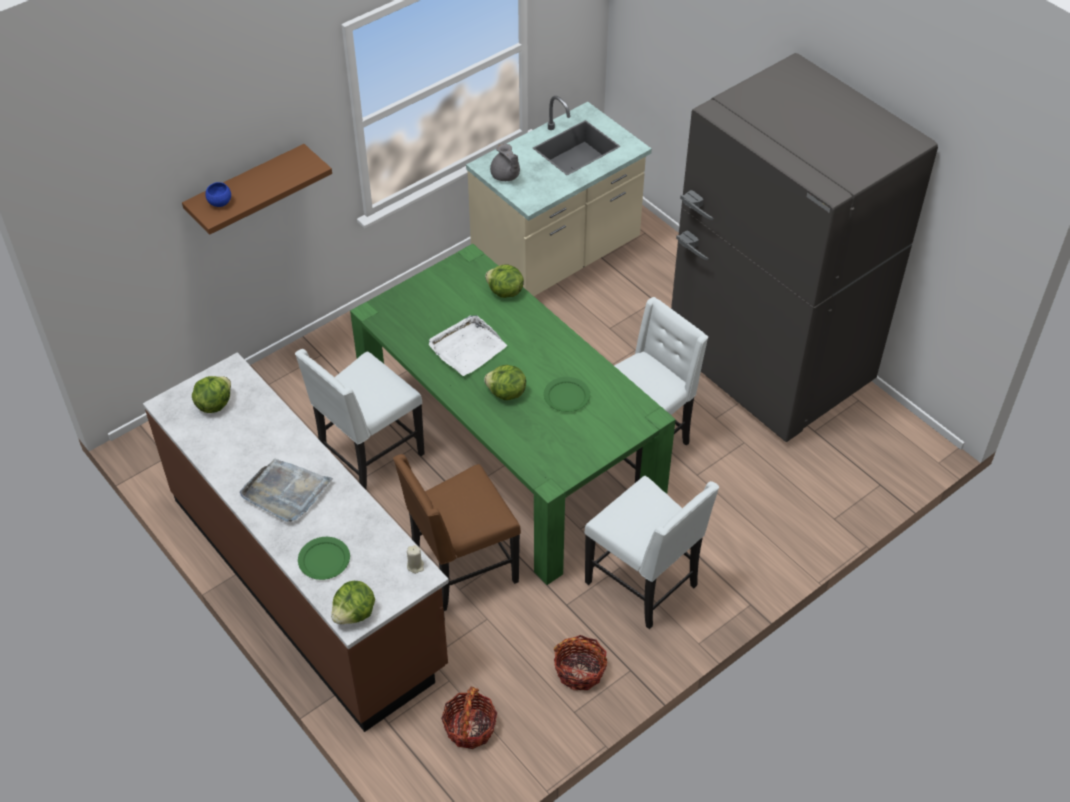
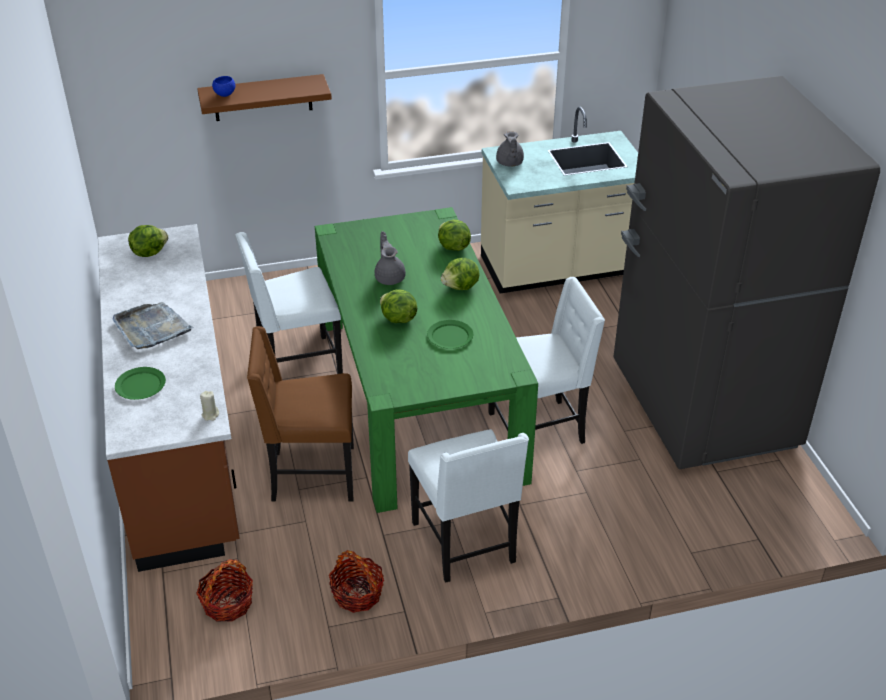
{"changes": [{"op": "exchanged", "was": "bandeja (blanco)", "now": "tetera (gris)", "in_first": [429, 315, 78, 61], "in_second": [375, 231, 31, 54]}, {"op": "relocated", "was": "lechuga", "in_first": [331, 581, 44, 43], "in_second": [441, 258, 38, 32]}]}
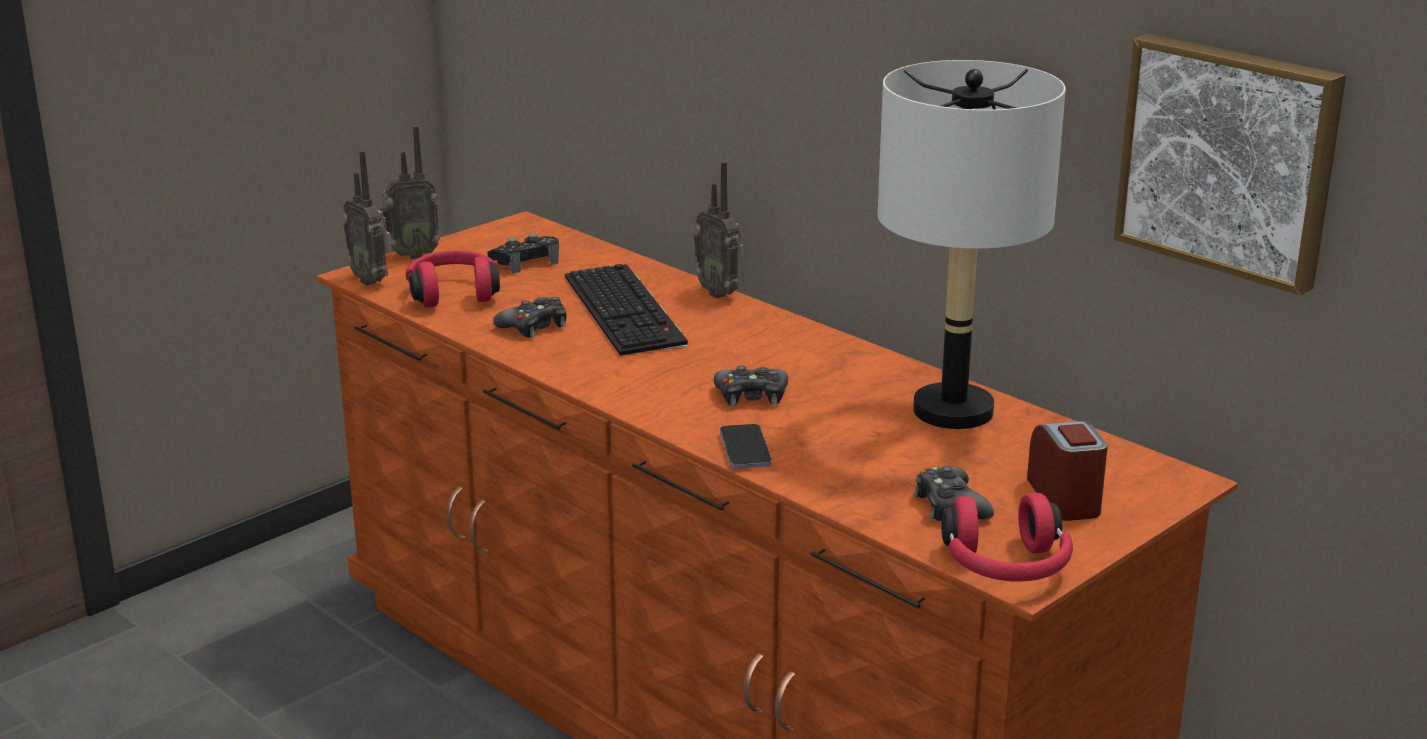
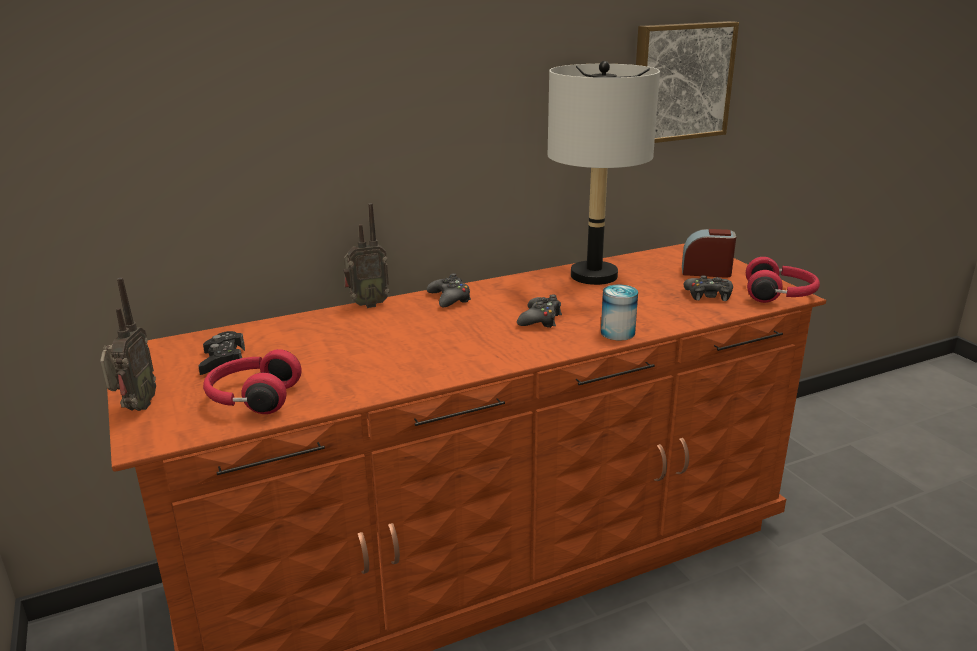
{"changes": [{"op": "missing", "was": "radio", "in_first": [343, 150, 49, 135]}, {"op": "missing", "was": "teclado", "in_first": [565, 264, 123, 92]}, {"op": "relocated", "was": "mando de consola (negro)", "in_first": [493, 297, 73, 41], "in_second": [427, 273, 44, 35]}, {"op": "exchanged", "was": "móvil", "now": "lata", "in_first": [720, 424, 52, 44], "in_second": [601, 285, 37, 55]}]}
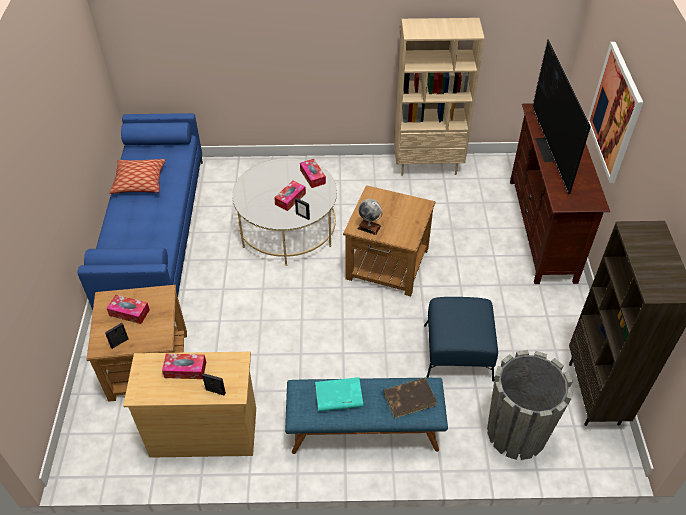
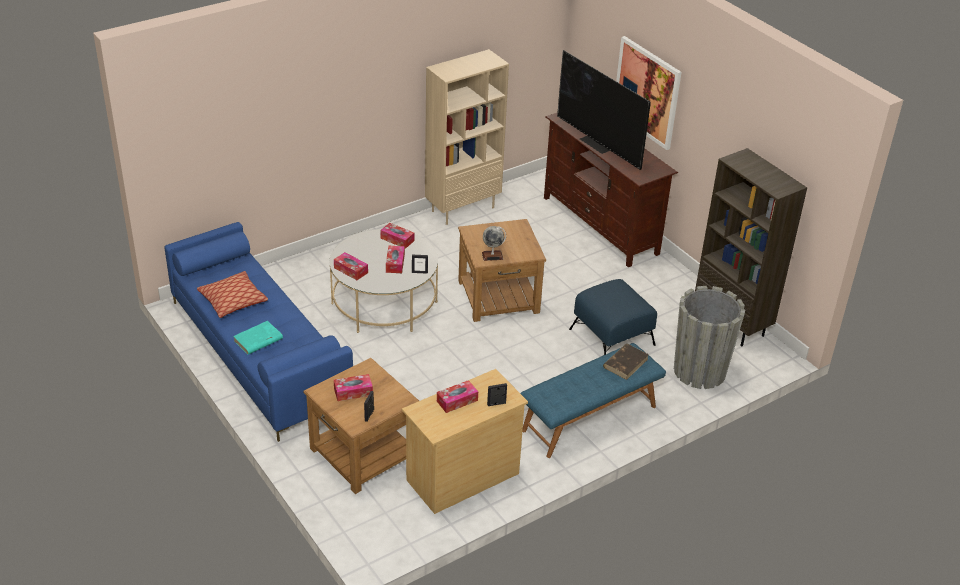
{"changes": [{"op": "relocated", "was": "libro (turquesa)", "in_first": [315, 377, 48, 35], "in_second": [233, 321, 50, 34]}, {"op": "appeared", "now": "caja de pañuelos", "in_second": [334, 252, 34, 28]}]}
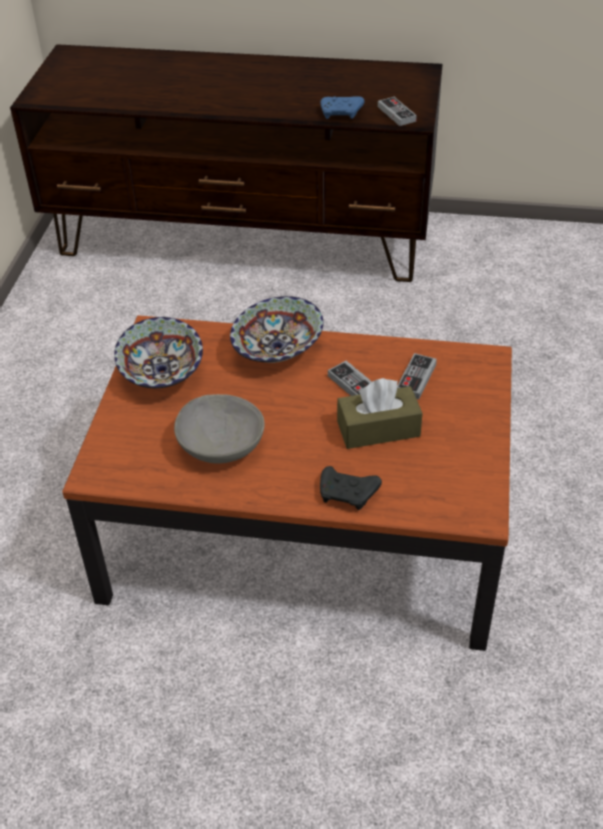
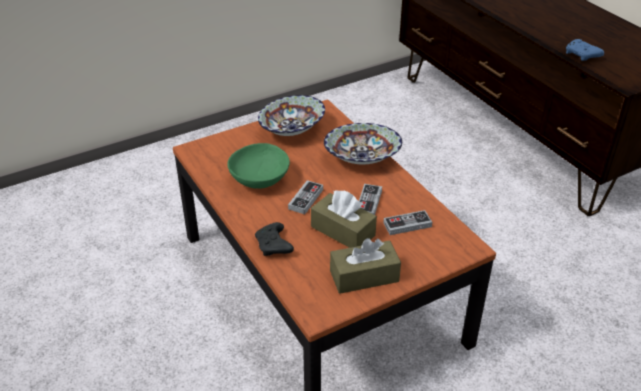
{"changes": [{"op": "relocated", "was": "mando de consola", "in_first": [378, 97, 39, 29], "in_second": [288, 180, 35, 34]}, {"op": "colour", "was": "cuenco (gris)", "now": "cuenco (verde)", "in_first": [174, 394, 91, 70], "in_second": [227, 143, 63, 46]}, {"op": "appeared", "now": "caja de pañuelos (marrón)", "in_second": [330, 238, 71, 56]}]}
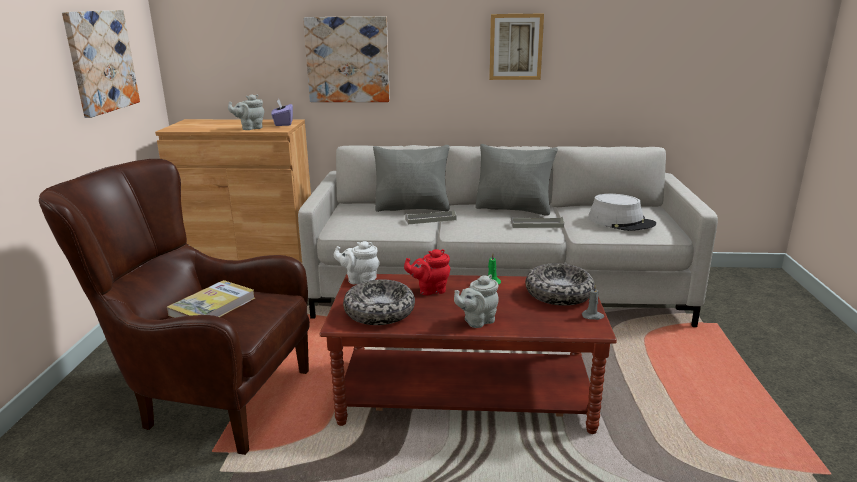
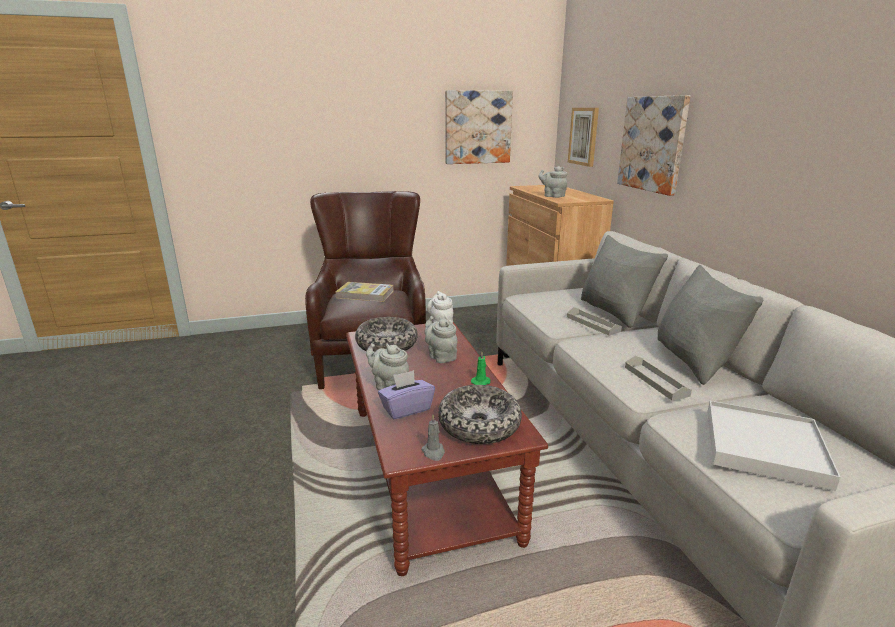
{"changes": [{"op": "relocated", "was": "cuadro", "in_first": [489, 14, 55, 66], "in_second": [568, 108, 31, 59]}, {"op": "relocated", "was": "caja de pañuelos (morado)", "in_first": [271, 99, 22, 27], "in_second": [378, 370, 57, 50]}, {"op": "exchanged", "was": "sombrero (gris)", "now": "bandeja (blanco)", "in_first": [588, 194, 68, 37], "in_second": [707, 401, 134, 90]}, {"op": "colour", "was": "tetera (rojo)", "now": "tetera (gris)", "in_first": [404, 249, 46, 46], "in_second": [424, 316, 34, 47]}]}
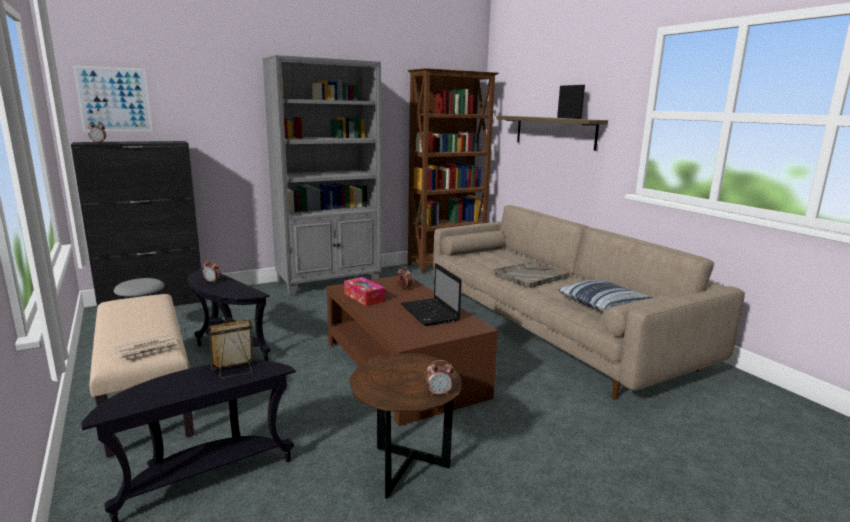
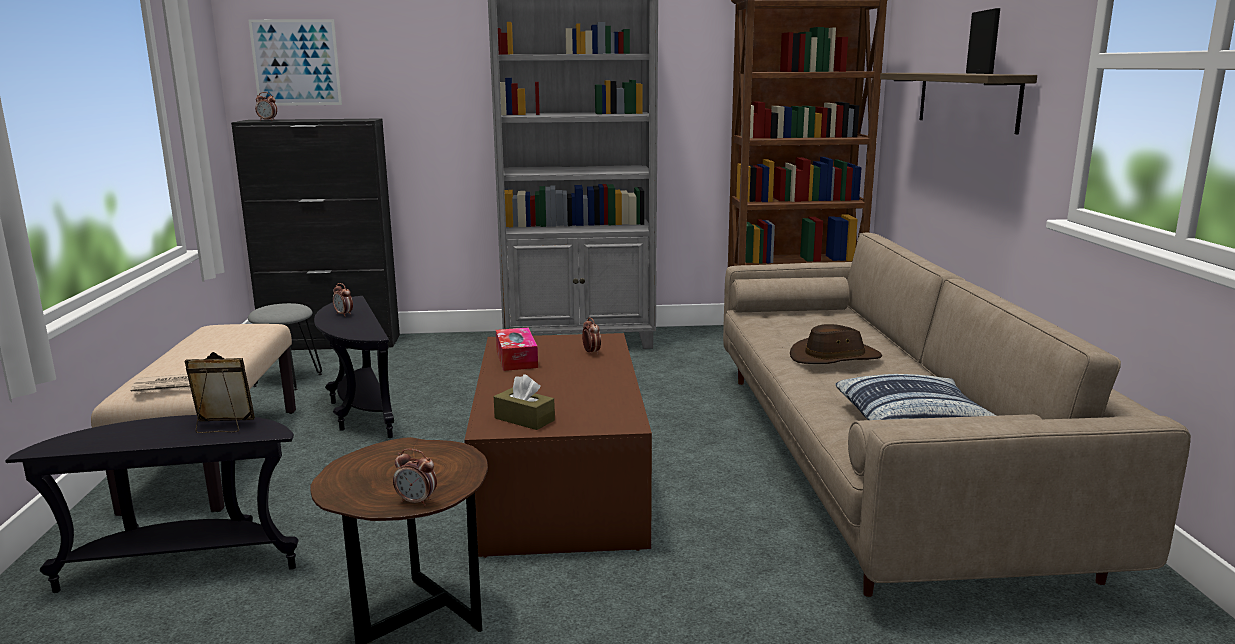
{"changes": [{"op": "exchanged", "was": "bandeja (gris)", "now": "sombrero (marrón)", "in_first": [492, 261, 78, 27], "in_second": [790, 324, 92, 40]}, {"op": "missing", "was": "portátil", "in_first": [401, 263, 61, 63]}, {"op": "appeared", "now": "caja de pañuelos (marrón)", "in_second": [494, 374, 61, 56]}]}
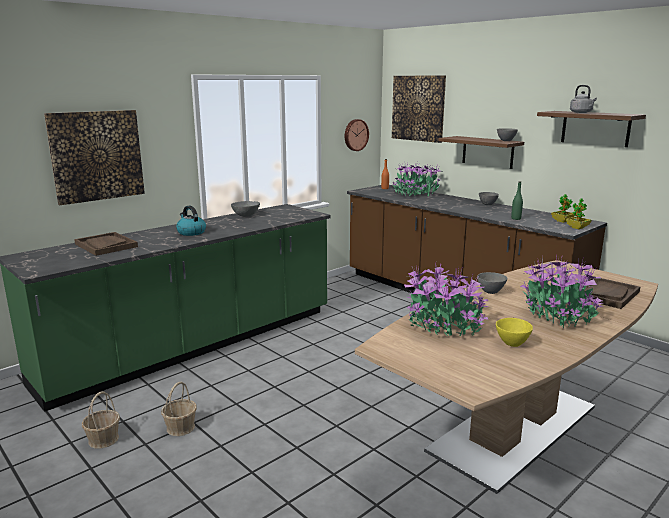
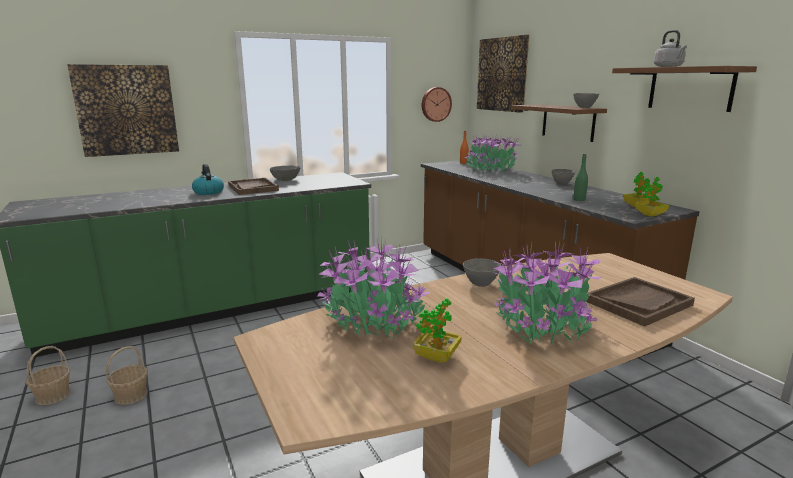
{"changes": [{"op": "relocated", "was": "bandeja (marrón)", "in_first": [74, 232, 64, 24], "in_second": [228, 178, 51, 17]}, {"op": "exchanged", "was": "cuenco (amarillo)", "now": "planta en maceta", "in_first": [496, 318, 37, 29], "in_second": [413, 298, 48, 65]}]}
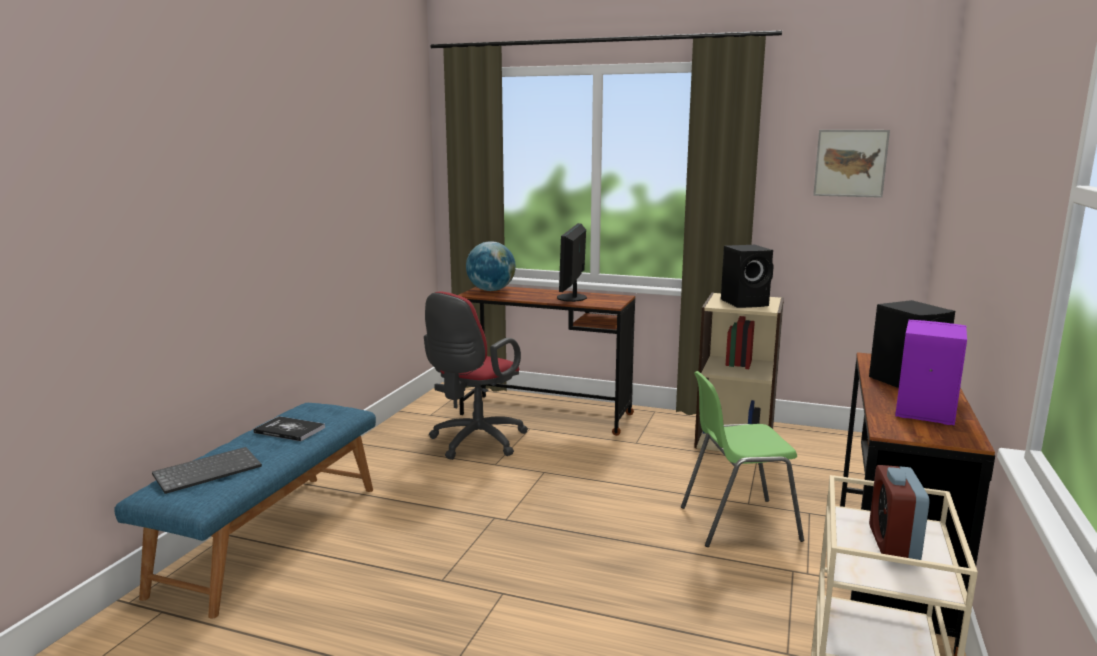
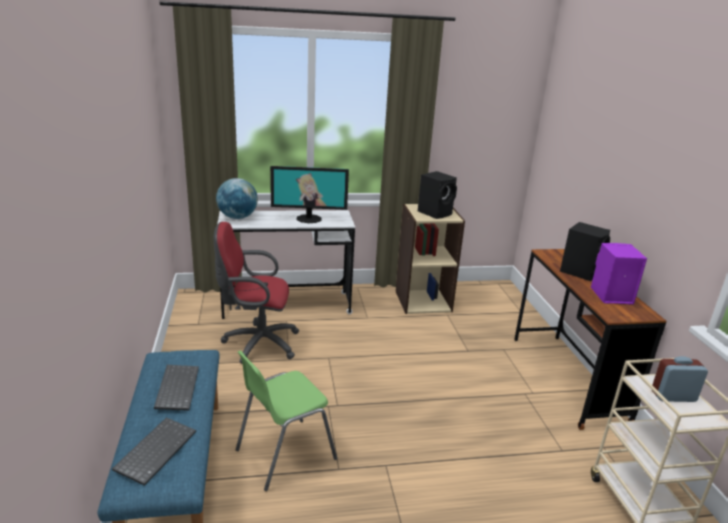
{"changes": [{"op": "missing", "was": "cuadro", "in_first": [813, 130, 77, 68]}, {"op": "spun", "was": "monitor", "in_first": [557, 223, 30, 79], "in_second": [270, 166, 79, 57], "clockwise": -75}, {"op": "colour", "was": "escritorio (marrón)", "now": "escritorio (blanco)", "in_first": [458, 286, 177, 150], "in_second": [217, 210, 138, 109]}, {"op": "spun", "was": "silla de oficina (rojo)", "in_first": [424, 292, 104, 168], "in_second": [214, 222, 85, 142], "clockwise": 90}, {"op": "relocated", "was": "silla (verde)", "in_first": [681, 371, 123, 176], "in_second": [236, 351, 101, 140]}, {"op": "exchanged", "was": "libro", "now": "teclado", "in_first": [253, 416, 72, 25], "in_second": [154, 365, 45, 46]}, {"op": "spun", "was": "despertador", "in_first": [869, 465, 61, 95], "in_second": [652, 356, 56, 46], "clockwise": 105}]}
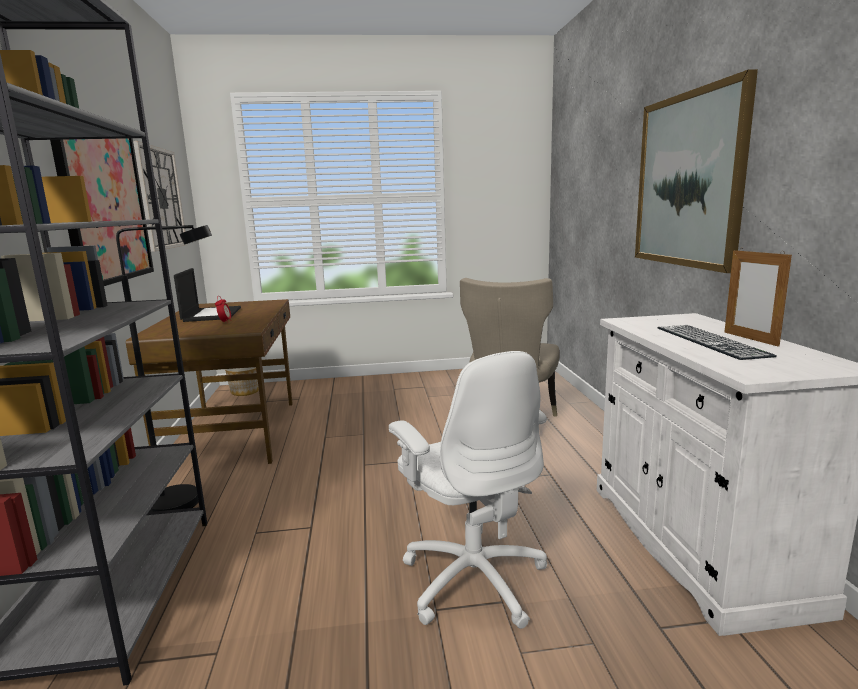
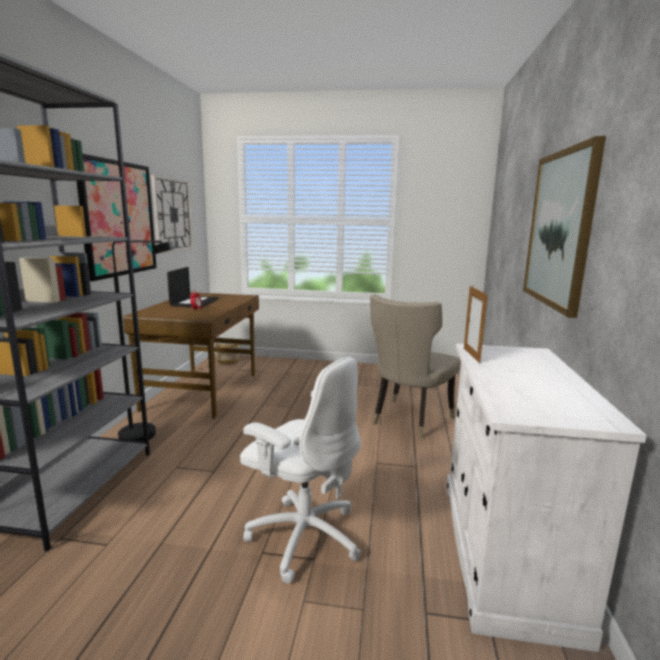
{"changes": [{"op": "relocated", "was": "portarretratos", "in_first": [724, 249, 68, 98], "in_second": [464, 286, 23, 77]}, {"op": "missing", "was": "teclado", "in_first": [658, 325, 119, 35]}, {"op": "spun", "was": "silla de oficina (blanco)", "in_first": [389, 351, 158, 278], "in_second": [240, 356, 121, 228], "clockwise": -45}]}
